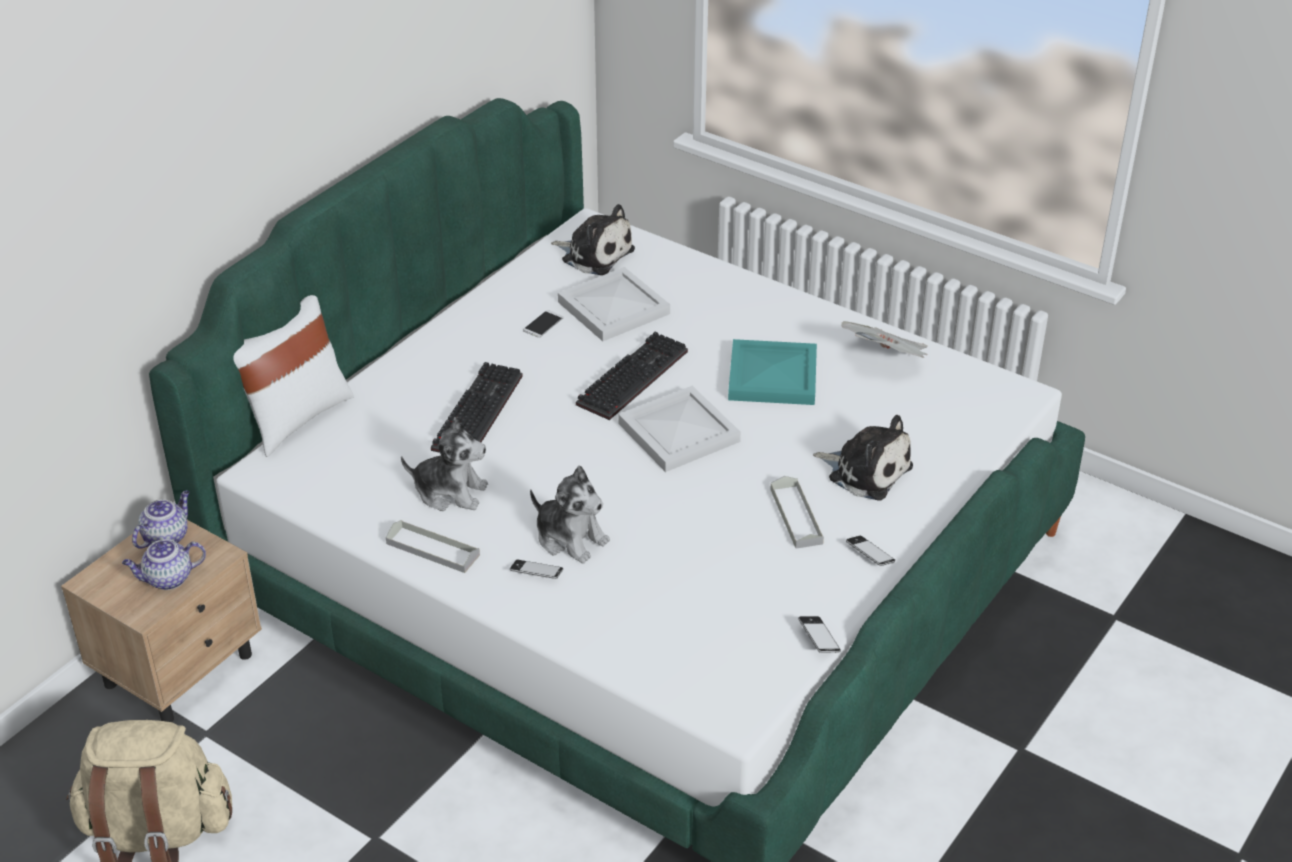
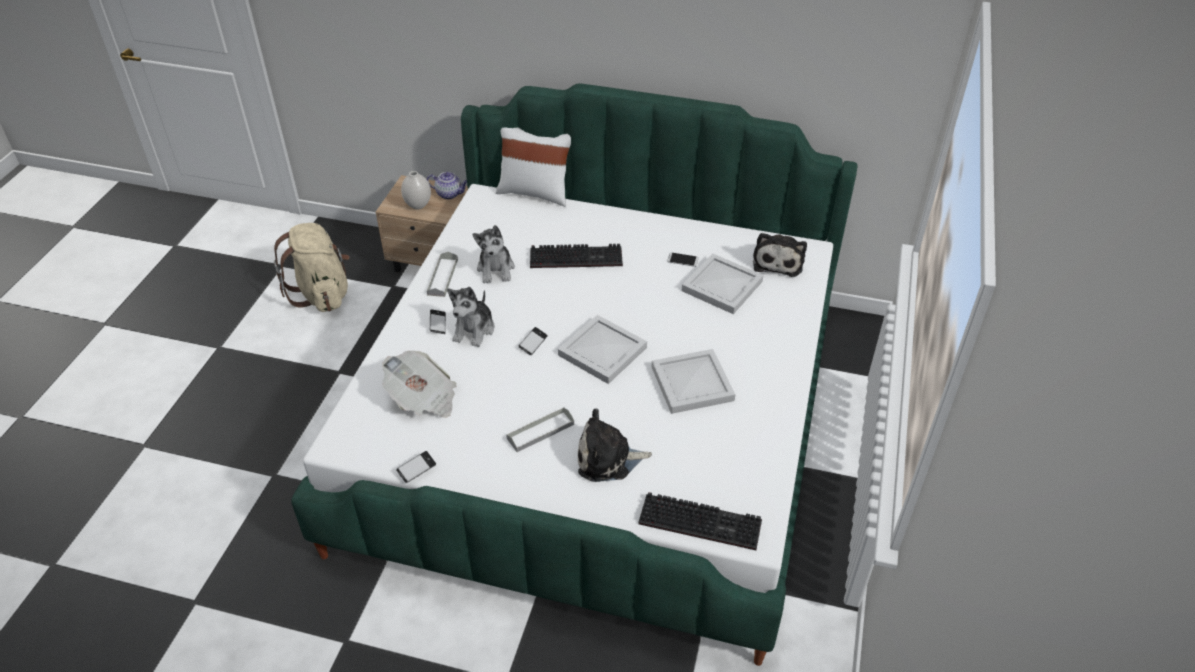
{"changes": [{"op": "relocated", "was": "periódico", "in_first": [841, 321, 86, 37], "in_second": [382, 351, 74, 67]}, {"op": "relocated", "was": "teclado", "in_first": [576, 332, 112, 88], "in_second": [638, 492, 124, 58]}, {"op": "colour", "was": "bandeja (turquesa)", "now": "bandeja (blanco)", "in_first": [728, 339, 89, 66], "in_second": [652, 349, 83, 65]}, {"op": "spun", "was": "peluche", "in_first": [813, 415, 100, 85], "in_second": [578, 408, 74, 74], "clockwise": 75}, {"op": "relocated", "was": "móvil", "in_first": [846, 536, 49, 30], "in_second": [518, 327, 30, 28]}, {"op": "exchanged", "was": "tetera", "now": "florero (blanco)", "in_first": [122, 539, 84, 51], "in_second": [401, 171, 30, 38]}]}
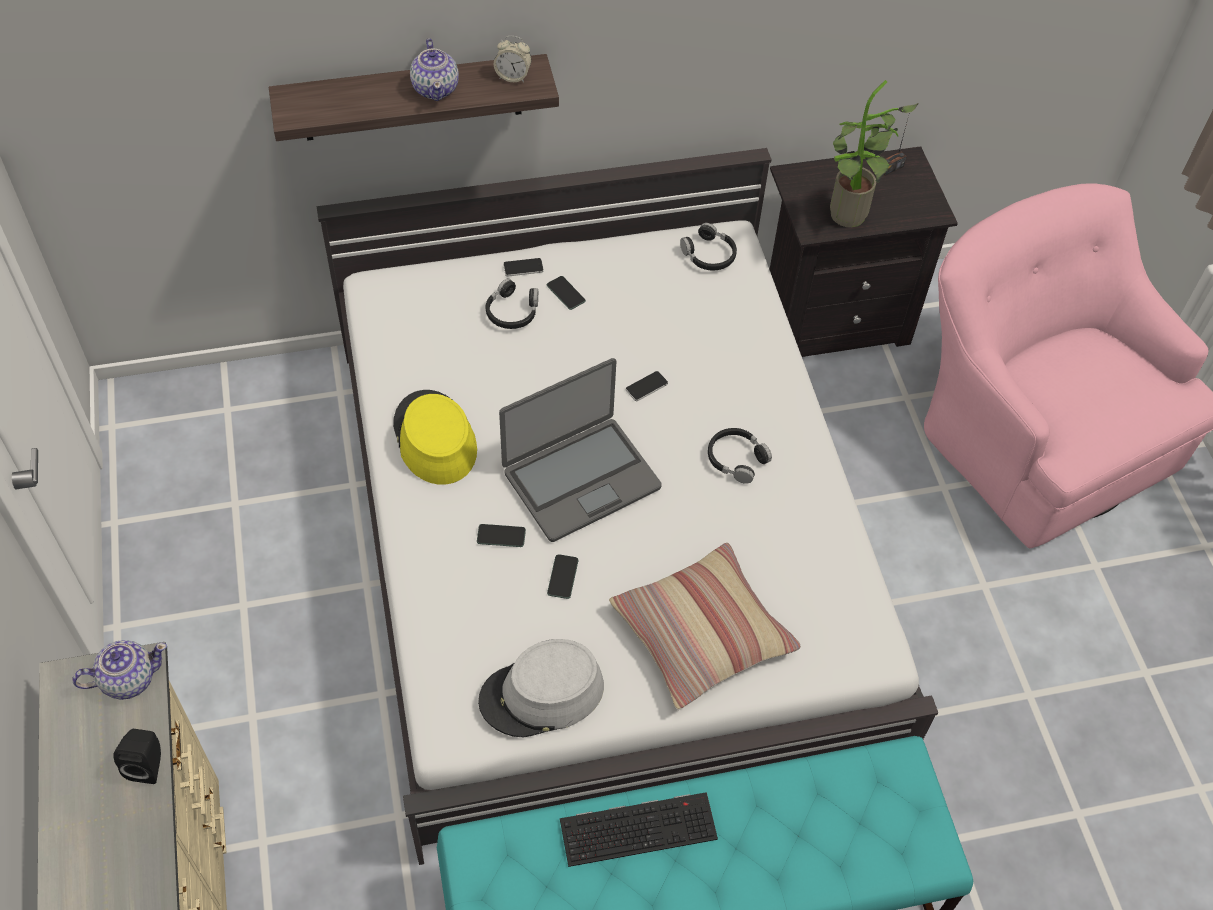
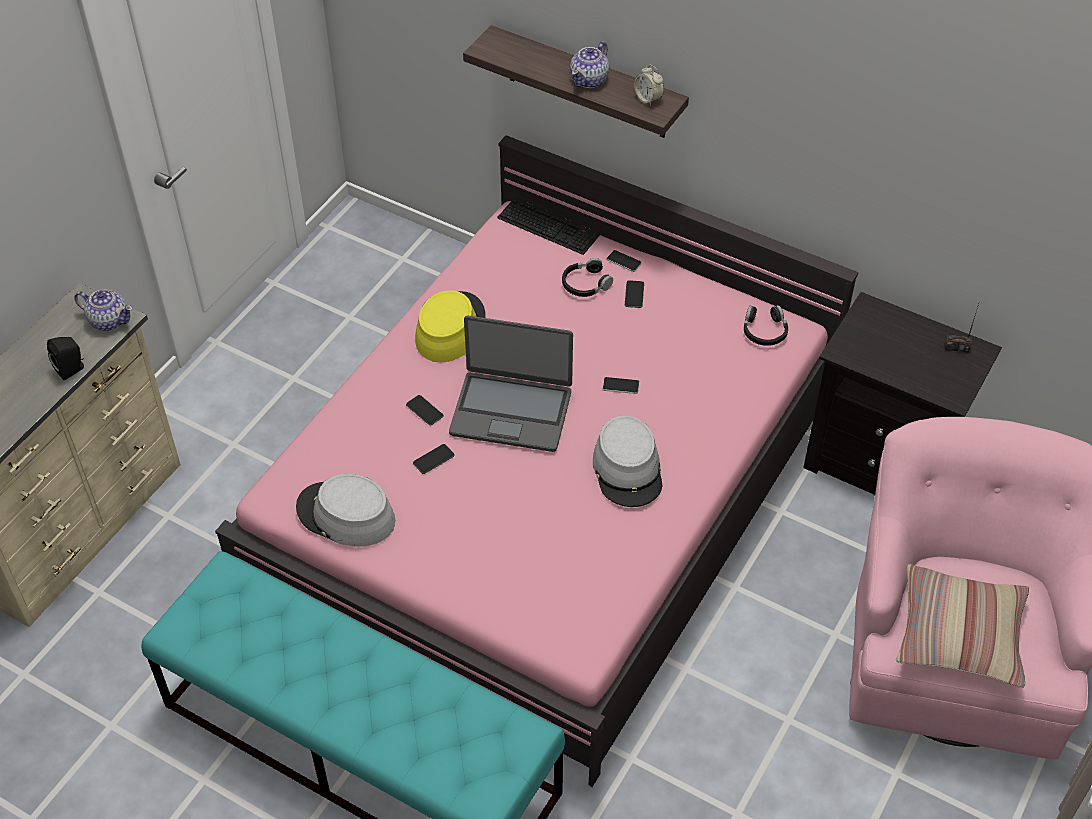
{"changes": [{"op": "missing", "was": "planta en maceta", "in_first": [830, 80, 89, 147]}, {"op": "colour", "was": "cama (blanco)", "now": "cama (rosa)", "in_first": [317, 148, 621, 717], "in_second": [215, 135, 644, 652]}, {"op": "exchanged", "was": "auriculares (negro)", "now": "sombrero (gris)", "in_first": [708, 428, 64, 56], "in_second": [593, 416, 70, 91]}, {"op": "relocated", "was": "cojín", "in_first": [609, 543, 192, 167], "in_second": [896, 564, 133, 124]}, {"op": "relocated", "was": "teclado", "in_first": [560, 792, 158, 75], "in_second": [497, 197, 103, 58]}]}
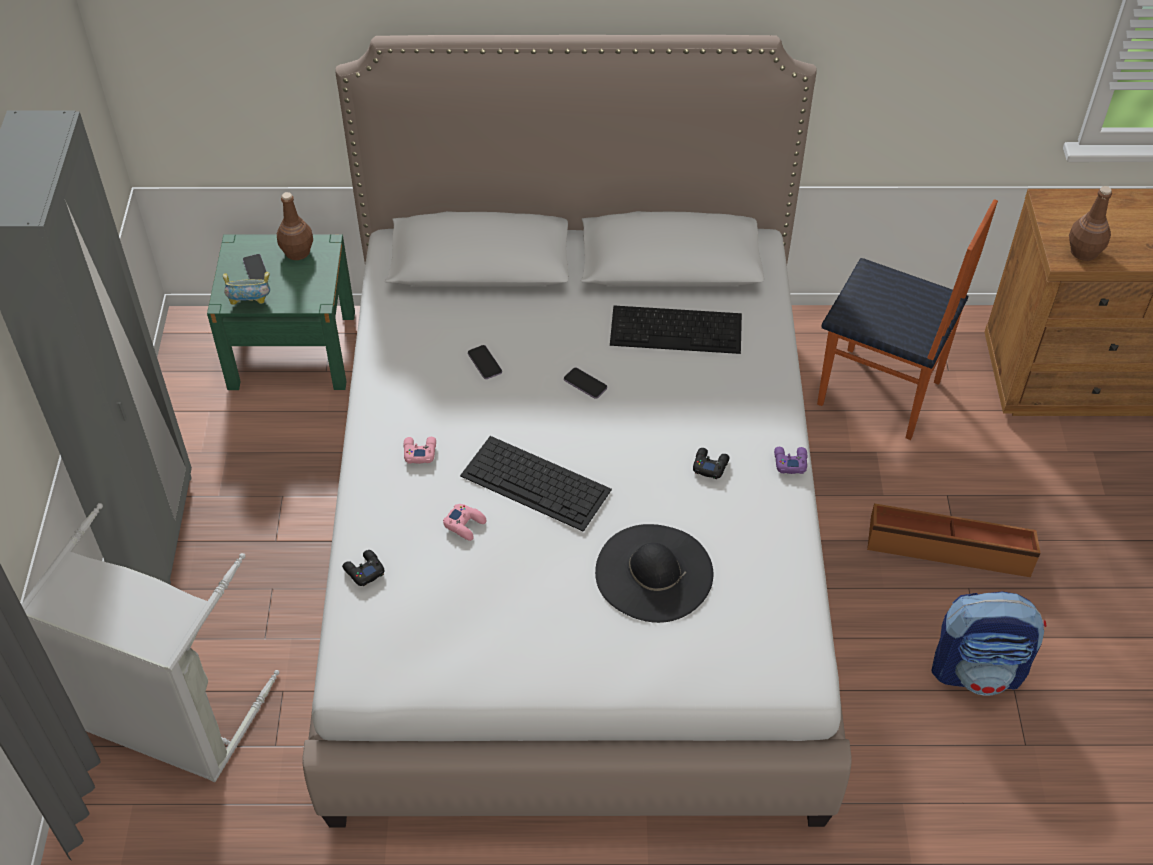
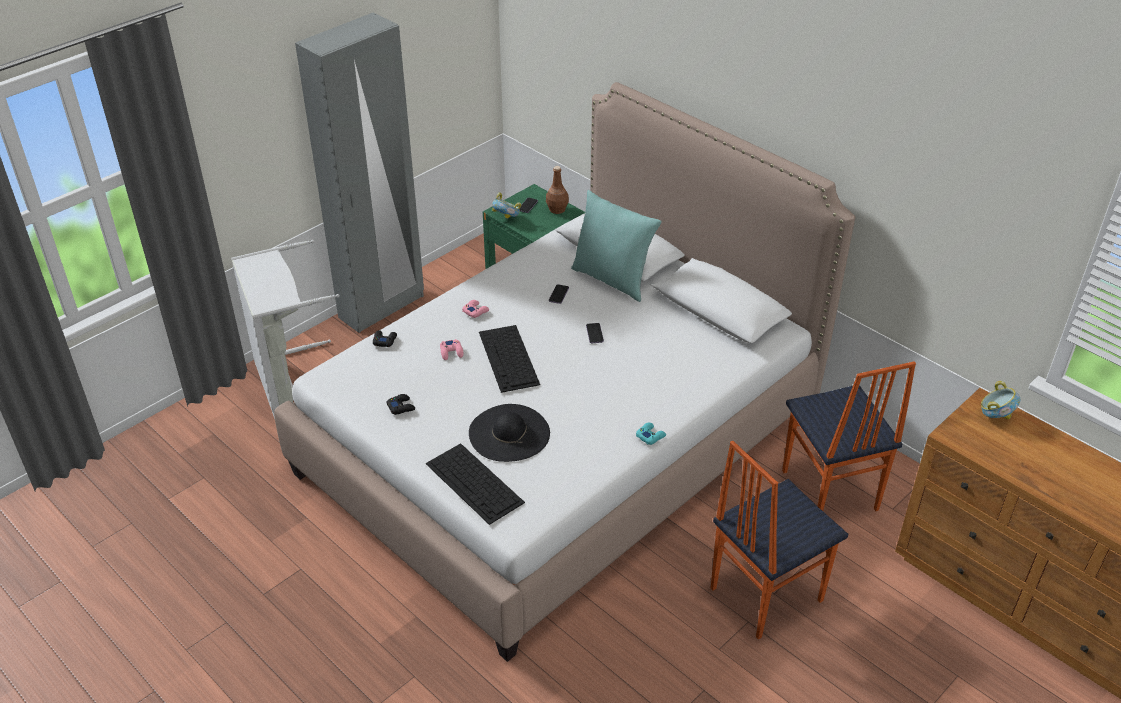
{"changes": [{"op": "missing", "was": "botella (marrón)", "in_first": [1069, 186, 43, 75]}, {"op": "relocated", "was": "teclado", "in_first": [610, 306, 132, 48], "in_second": [426, 443, 99, 82]}, {"op": "colour", "was": "mando de consola (morado)", "now": "mando de consola (turquesa)", "in_first": [774, 447, 33, 27], "in_second": [636, 422, 30, 23]}, {"op": "relocated", "was": "mando de consola (negro)", "in_first": [693, 448, 36, 31], "in_second": [386, 394, 29, 21]}, {"op": "exchanged", "was": "caja de almacenaje (marrón)", "now": "silla", "in_first": [867, 503, 173, 74], "in_second": [711, 441, 137, 199]}, {"op": "missing", "was": "mochila", "in_first": [931, 591, 115, 105]}, {"op": "appeared", "now": "cojín (turquesa)", "in_second": [571, 190, 91, 112]}, {"op": "appeared", "now": "cuenco", "in_second": [981, 381, 39, 38]}]}
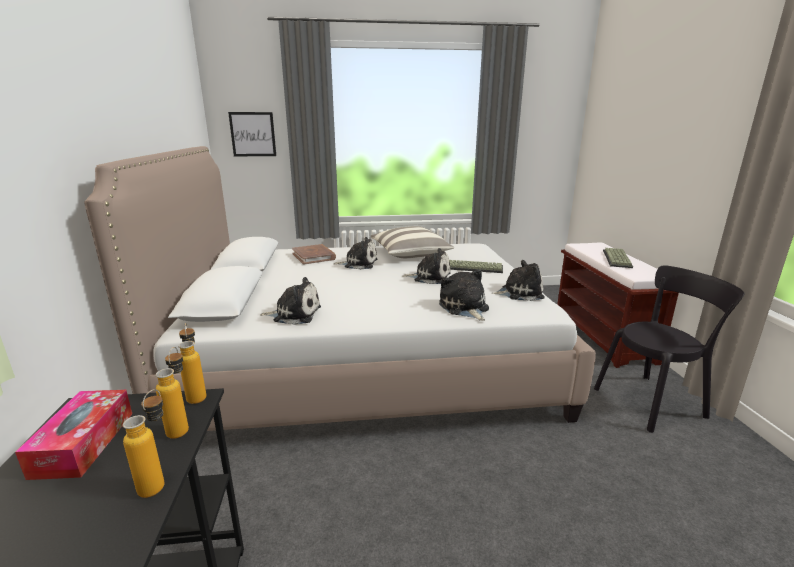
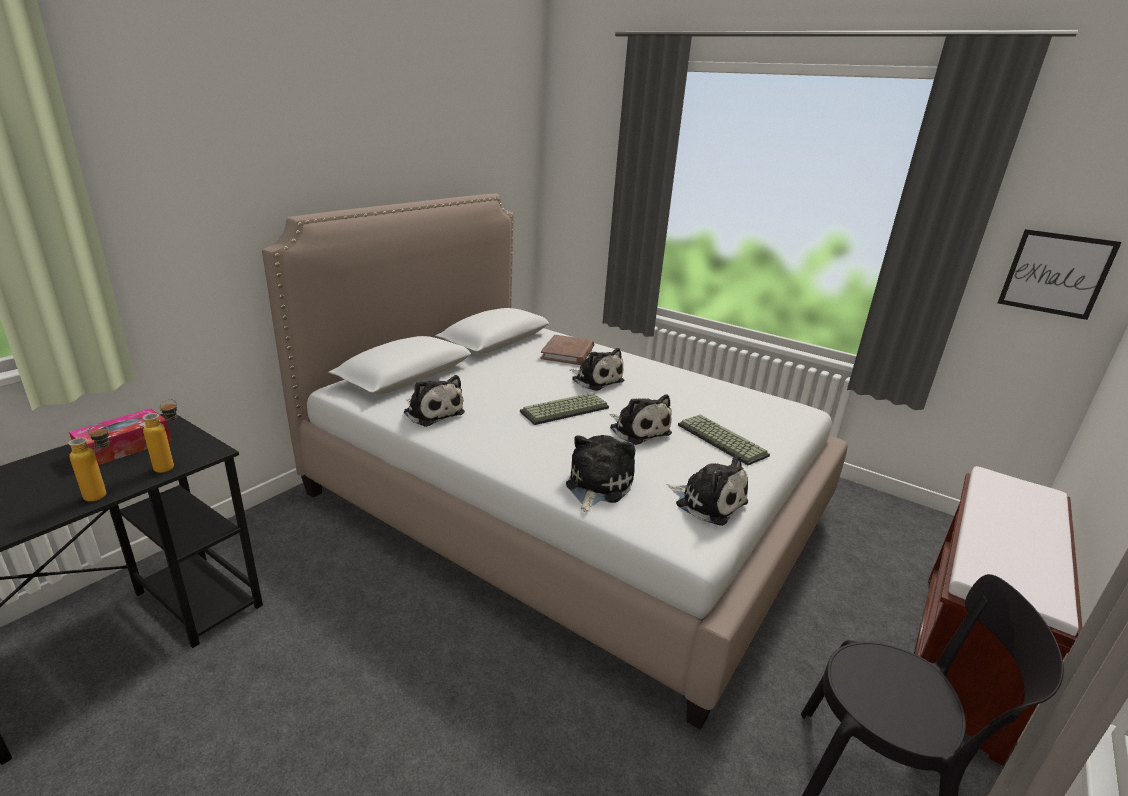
{"changes": [{"op": "relocated", "was": "cuadro", "in_first": [228, 112, 48, 44], "in_second": [998, 229, 124, 91]}, {"op": "missing", "was": "cojín", "in_first": [371, 226, 83, 32]}, {"op": "relocated", "was": "teclado", "in_first": [603, 248, 30, 20], "in_second": [520, 393, 89, 32]}, {"op": "missing", "was": "botella", "in_first": [178, 323, 28, 81]}]}
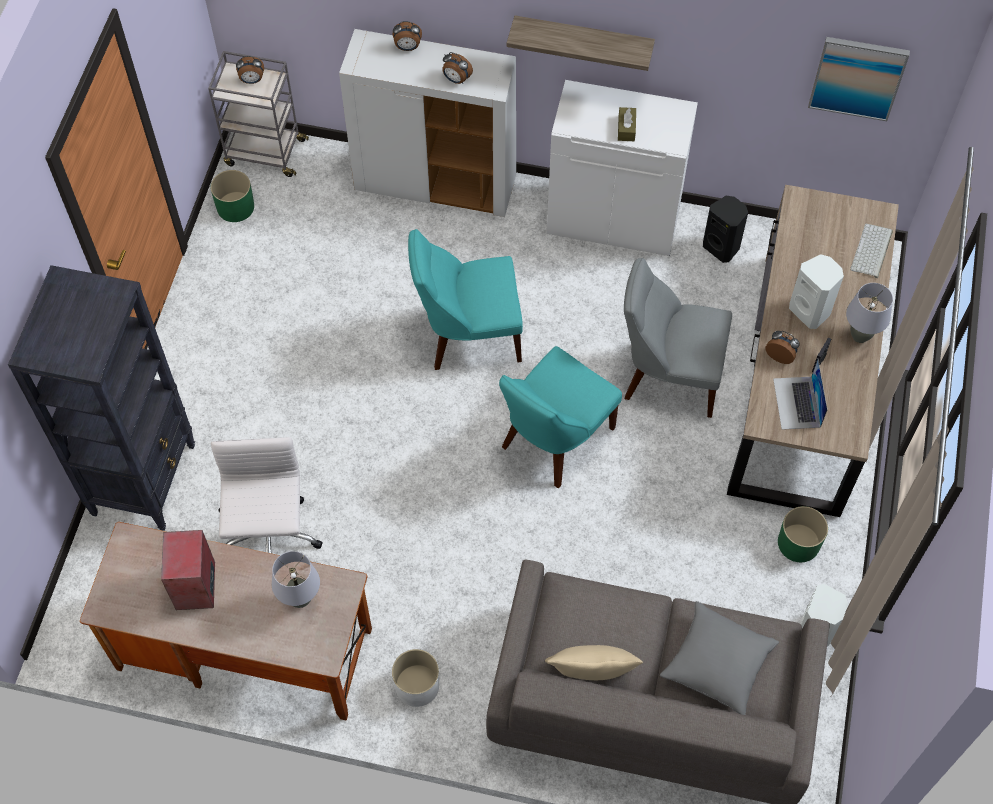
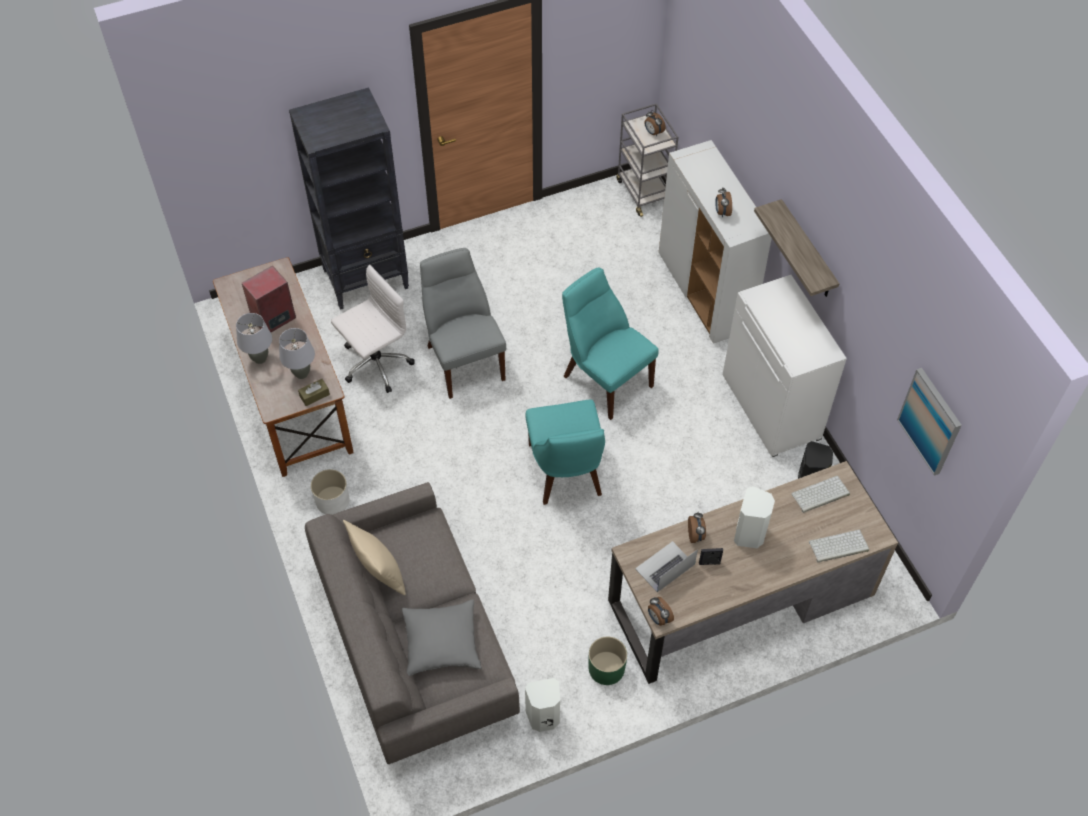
{"changes": [{"op": "relocated", "was": "despertador", "in_first": [393, 21, 29, 30], "in_second": [648, 597, 26, 29]}, {"op": "relocated", "was": "caja de pañuelos (marrón)", "in_first": [618, 107, 18, 34], "in_second": [298, 379, 32, 27]}, {"op": "missing", "was": "maceta (verde)", "in_first": [211, 170, 43, 52]}, {"op": "relocated", "was": "silla (gris)", "in_first": [624, 258, 108, 160], "in_second": [420, 248, 86, 151]}, {"op": "relocated", "was": "lámpara de mesa (gris)", "in_first": [846, 283, 47, 60], "in_second": [236, 313, 36, 51]}, {"op": "spun", "was": "silla (turquesa)", "in_first": [499, 346, 123, 142], "in_second": [525, 399, 80, 106], "clockwise": -105}, {"op": "appeared", "now": "teclado", "in_second": [791, 476, 59, 37]}]}
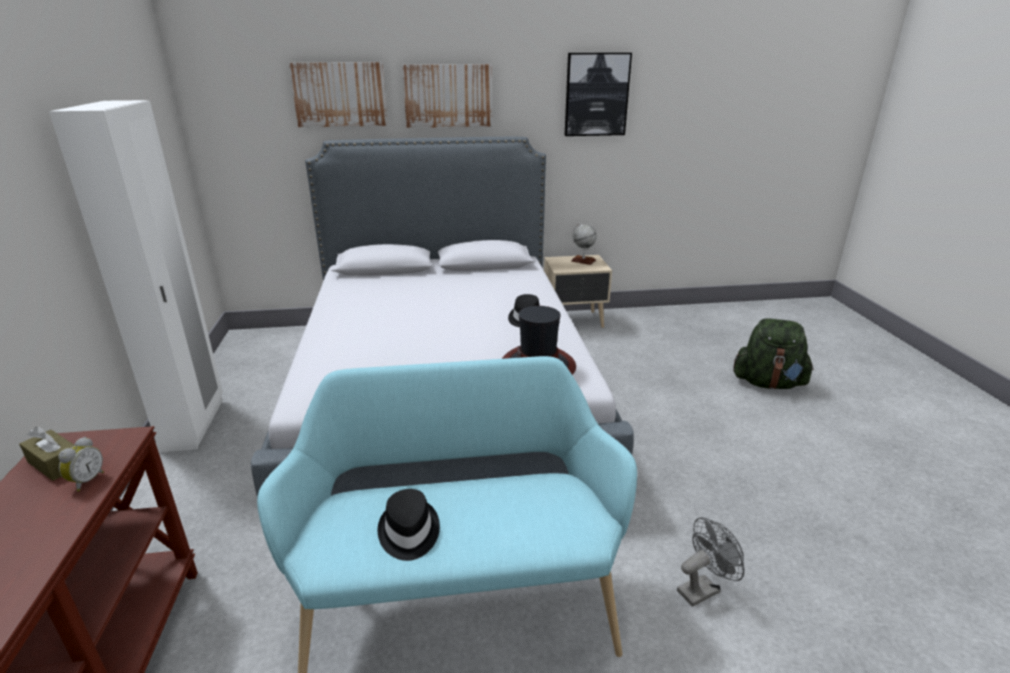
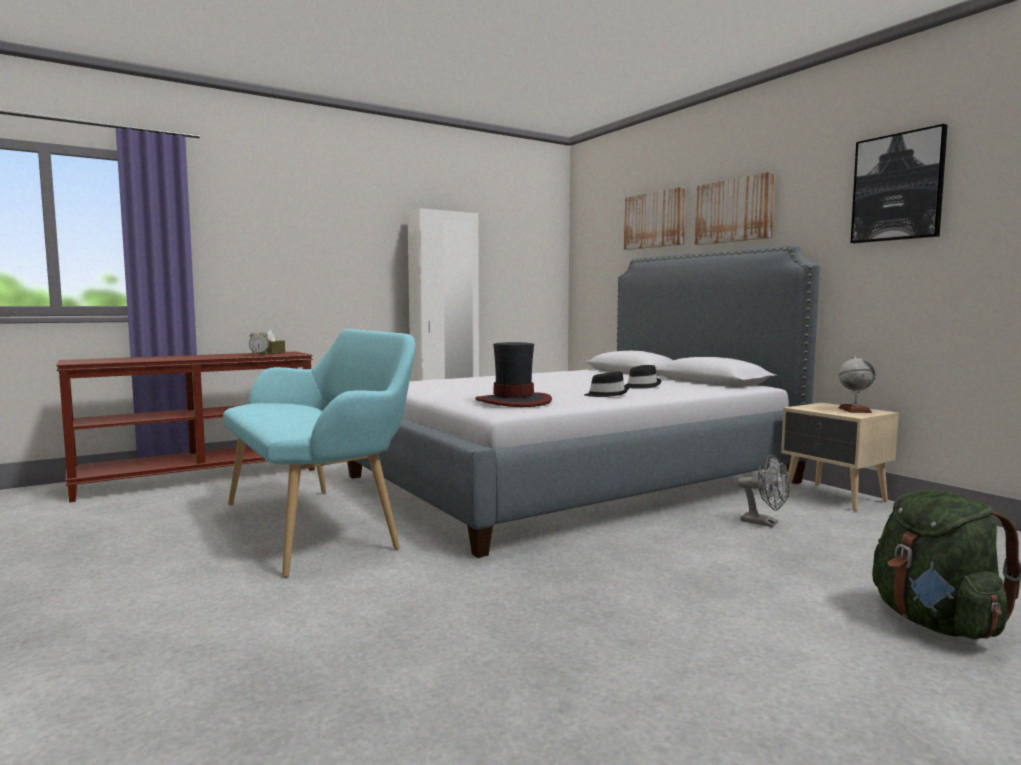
{"changes": [{"op": "relocated", "was": "sombrero (negro)", "in_first": [378, 489, 62, 72], "in_second": [624, 365, 37, 24]}, {"op": "relocated", "was": "ventilador (gris)", "in_first": [677, 517, 67, 90], "in_second": [737, 455, 53, 72]}]}
